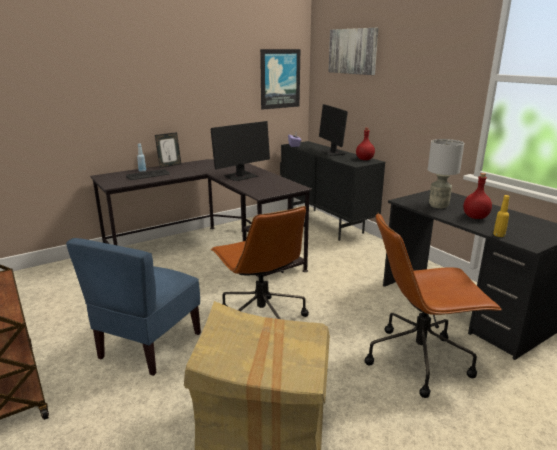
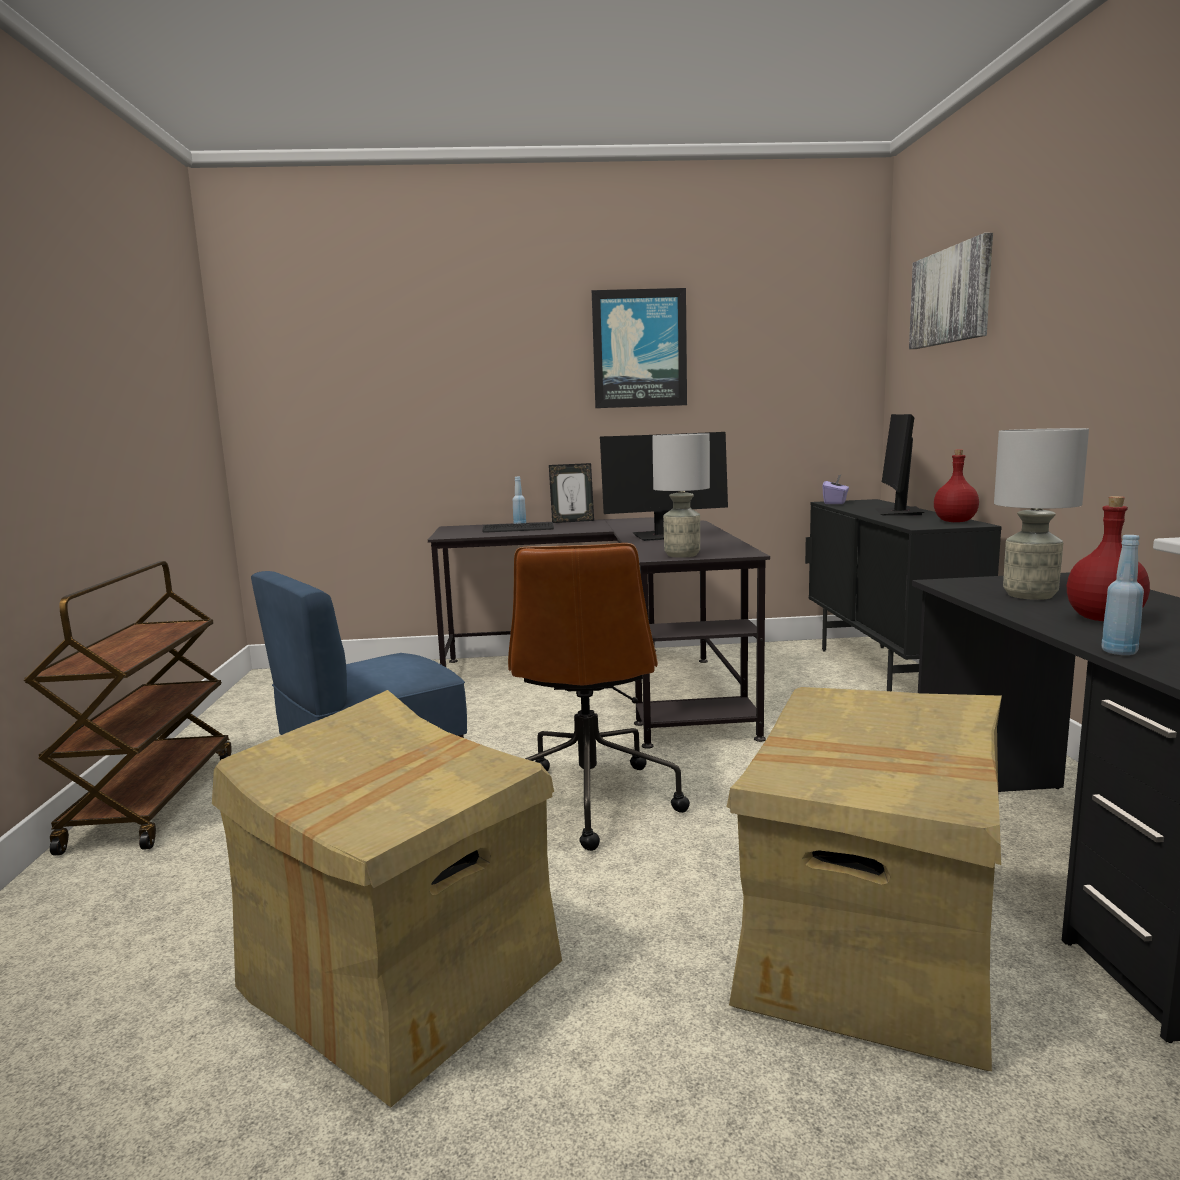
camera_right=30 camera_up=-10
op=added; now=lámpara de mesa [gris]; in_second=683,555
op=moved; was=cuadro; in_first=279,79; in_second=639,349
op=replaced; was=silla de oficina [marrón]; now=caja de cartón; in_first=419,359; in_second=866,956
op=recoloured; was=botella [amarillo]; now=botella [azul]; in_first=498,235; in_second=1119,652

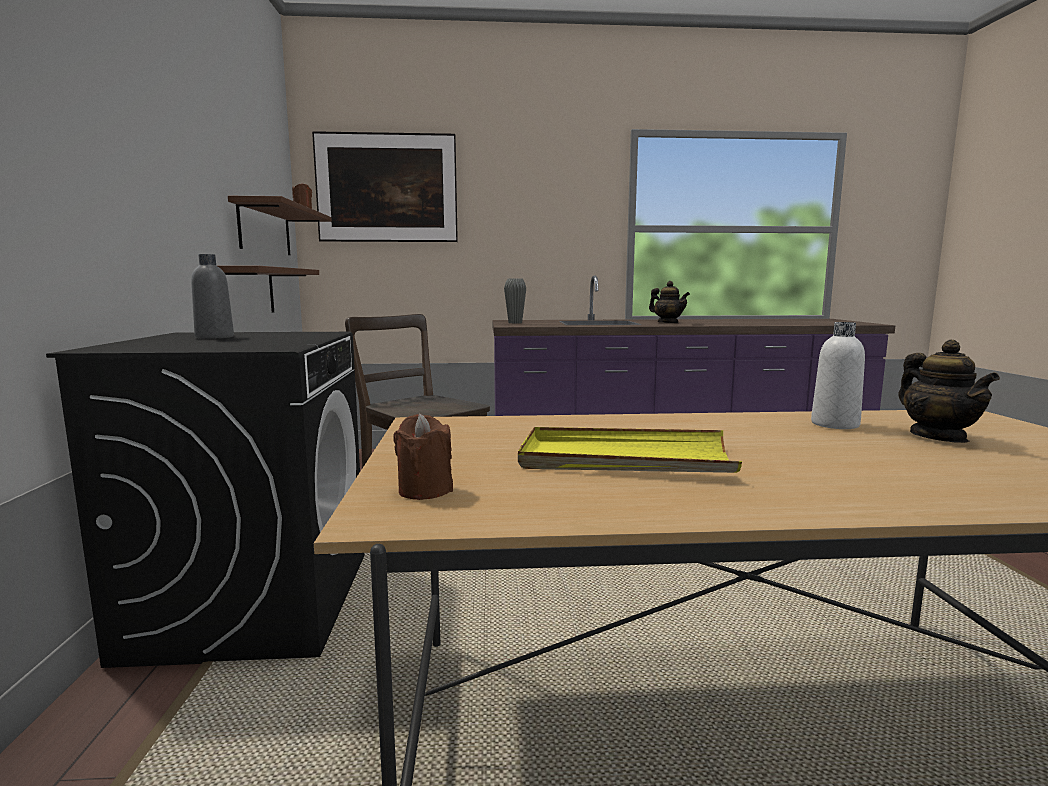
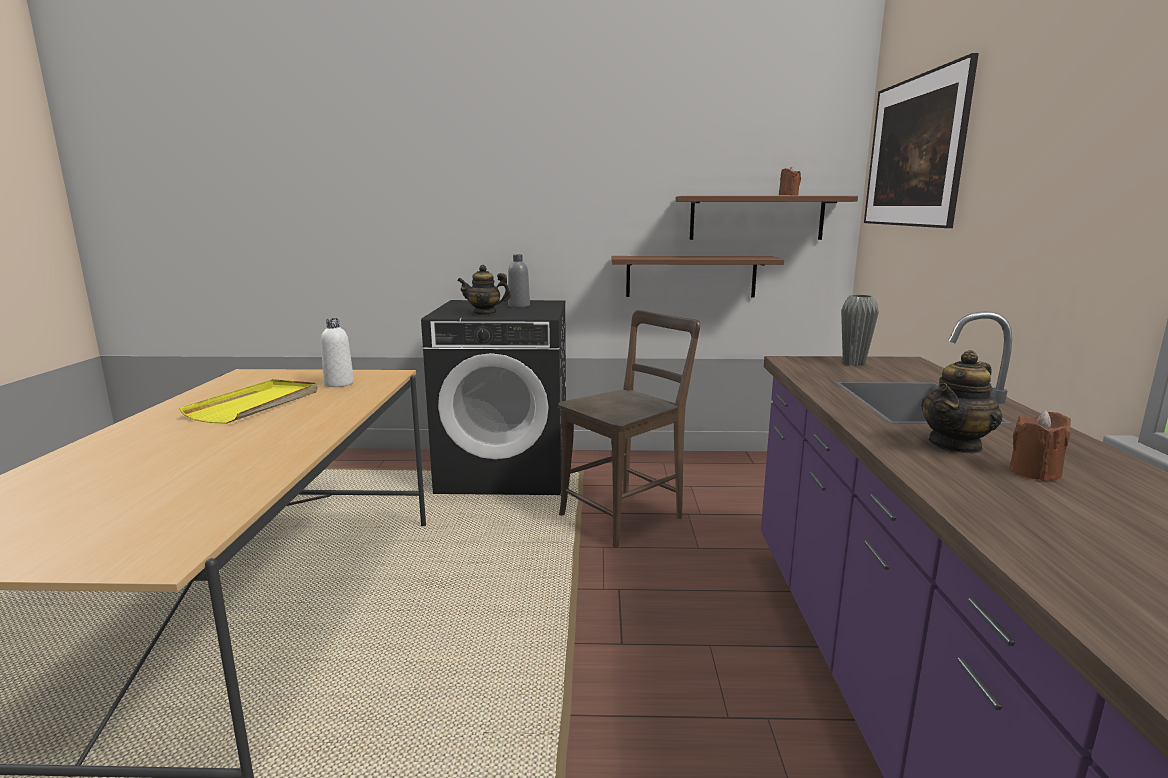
camera_right=95 camera_up=5
op=moved; was=vela [marrón]; in_first=425,490; in_second=1034,472
op=moved; was=botella [blanco]; in_first=835,424; in_second=339,384
op=moved; was=tetera; in_first=938,437; in_second=485,313

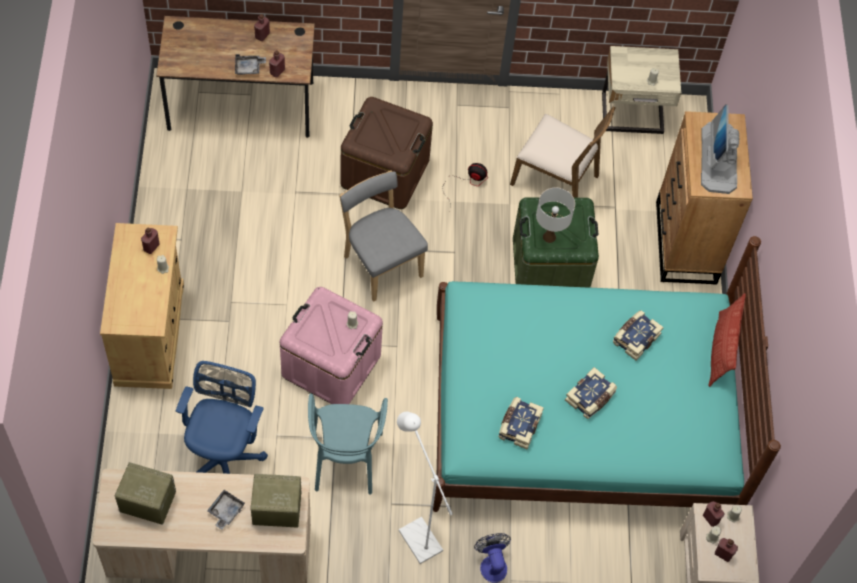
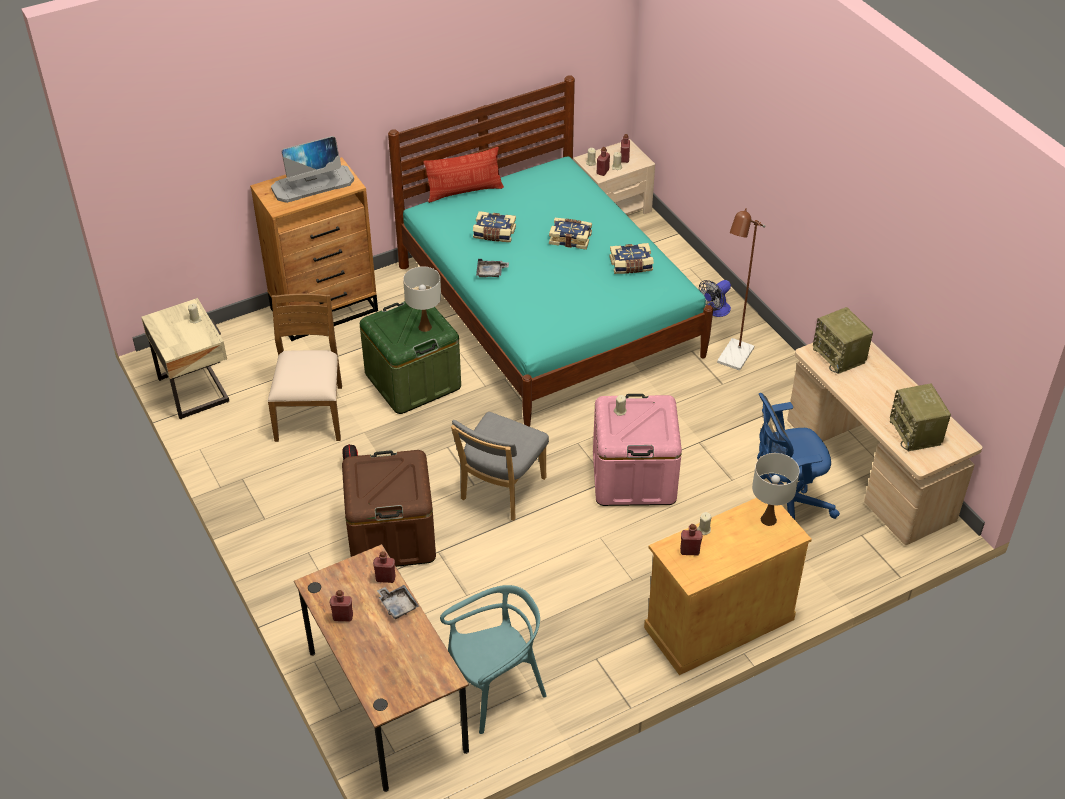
camera_right=-115 camera_up=-15
op=added; now=lámpara de mesa [blanco]; in_second=768,519
op=moved; was=bandeja [gris]; in_first=225,511; in_second=491,272
op=moved; was=silla [turquesa]; in_first=345,460; in_second=495,688
op=recoloured; was=lámpara de pie [blanco]; now=lámpara de pie [marrón]; in_first=415,533; in_second=732,360

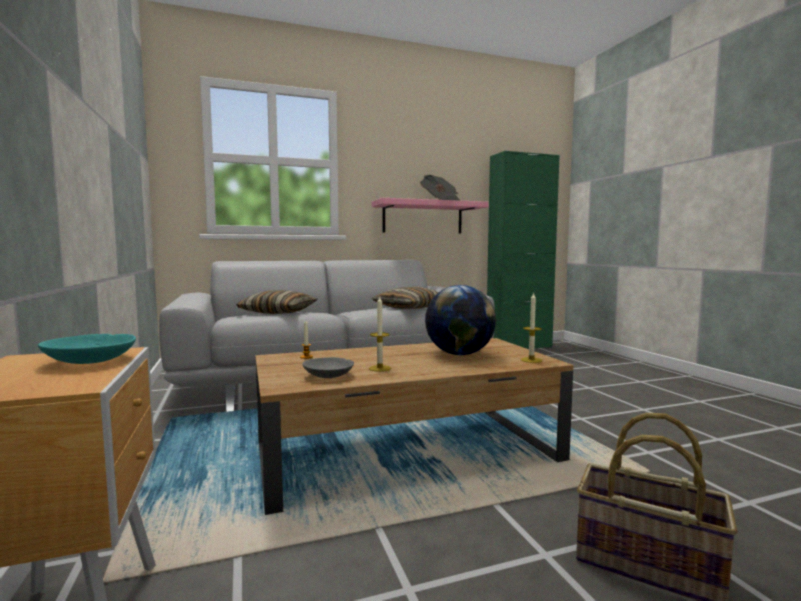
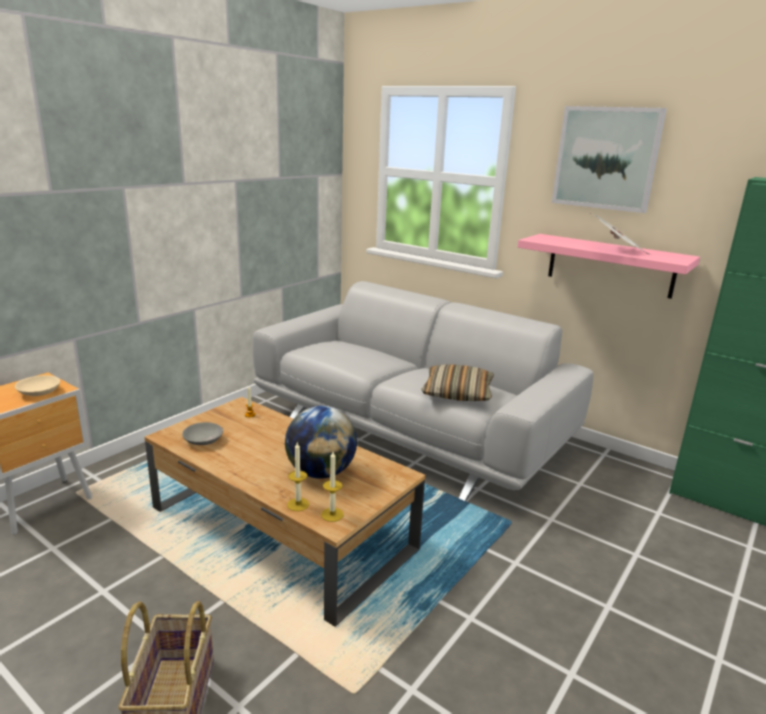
camera_right=55 camera_up=15
op=removed; was=cojín; in_first=278,312
op=added; now=cuadro; in_second=606,158
op=moved; was=vela; in_first=380,368; in_second=298,504
op=recoloured; was=cuenco [turquesa]; now=cuenco [beis]; in_first=92,360; in_second=40,392

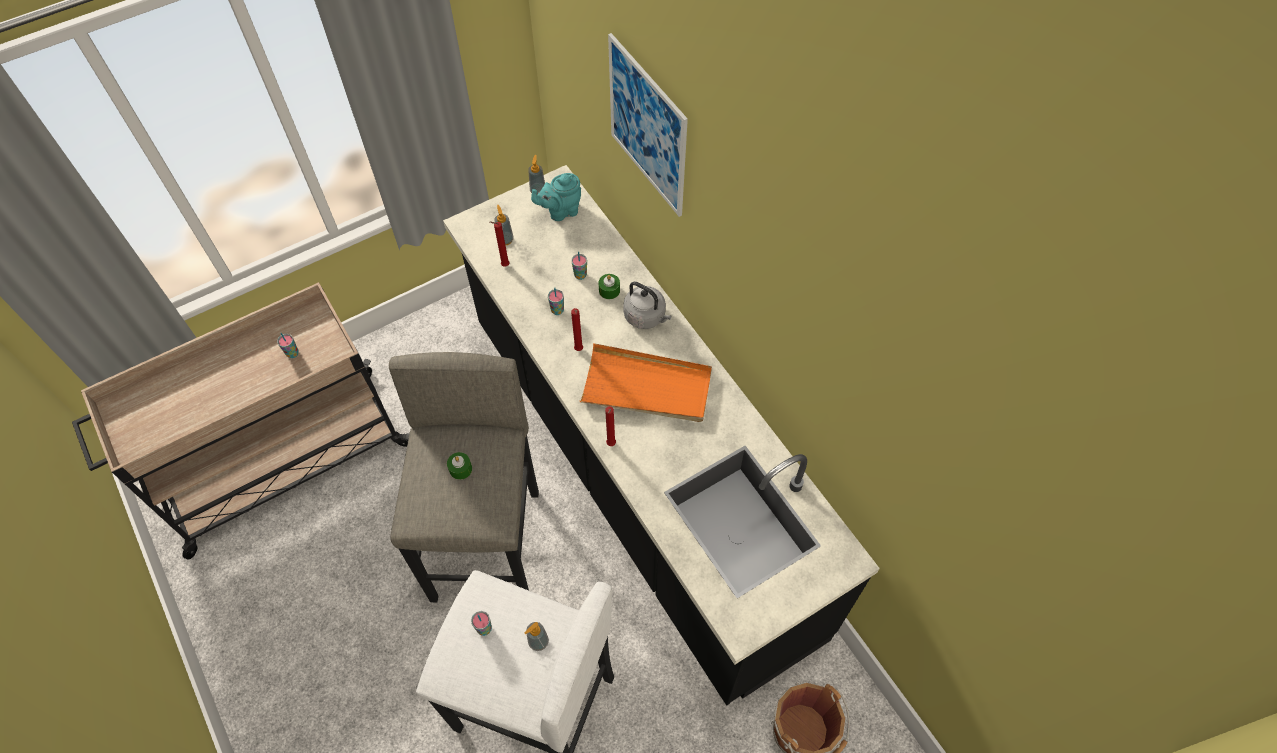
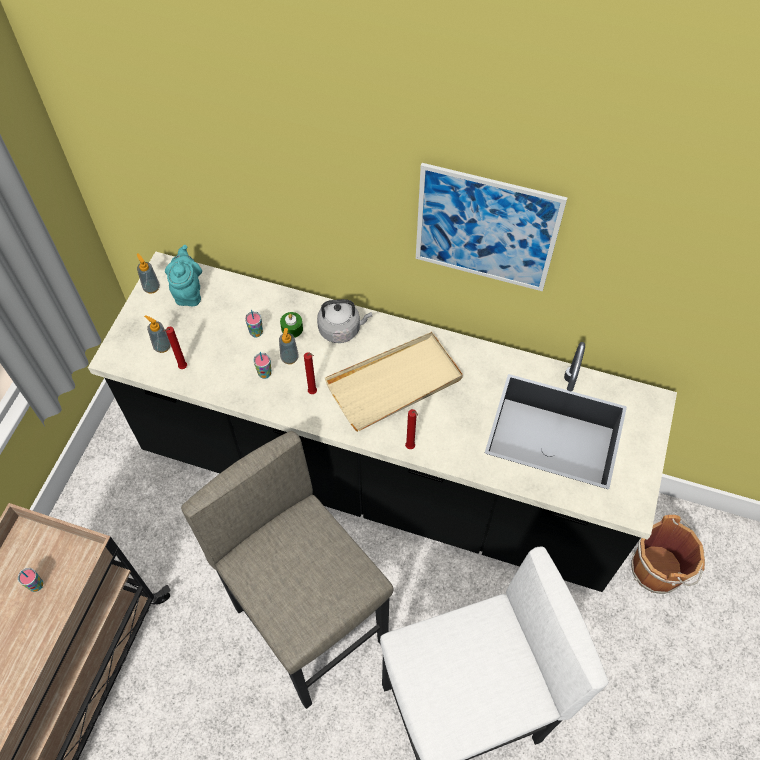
camera_right=-40 camera_up=0
op=removed; was=vela [verde]; in_first=460,469
op=removed; was=taza; in_first=484,628
op=moved; was=dispensador de jabón; in_first=538,641; in_second=289,358
op=moved; was=cuadro; in_first=647,126; in_second=485,229
op=recoloured; was=bandeja [naranja]; now=bandeja [beis]; in_first=647,387; in_second=395,383
op=turned; was=tetera [turquesa]; in_first=560,211; in_second=188,292; clockwise=150

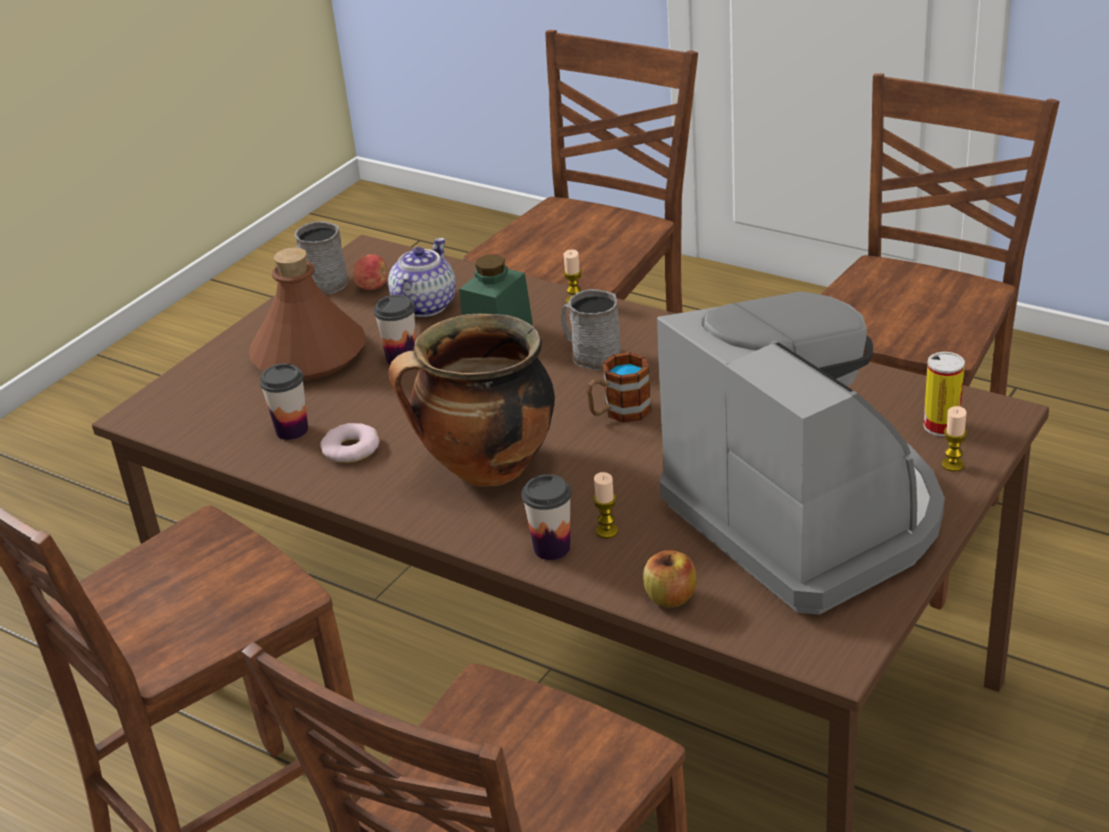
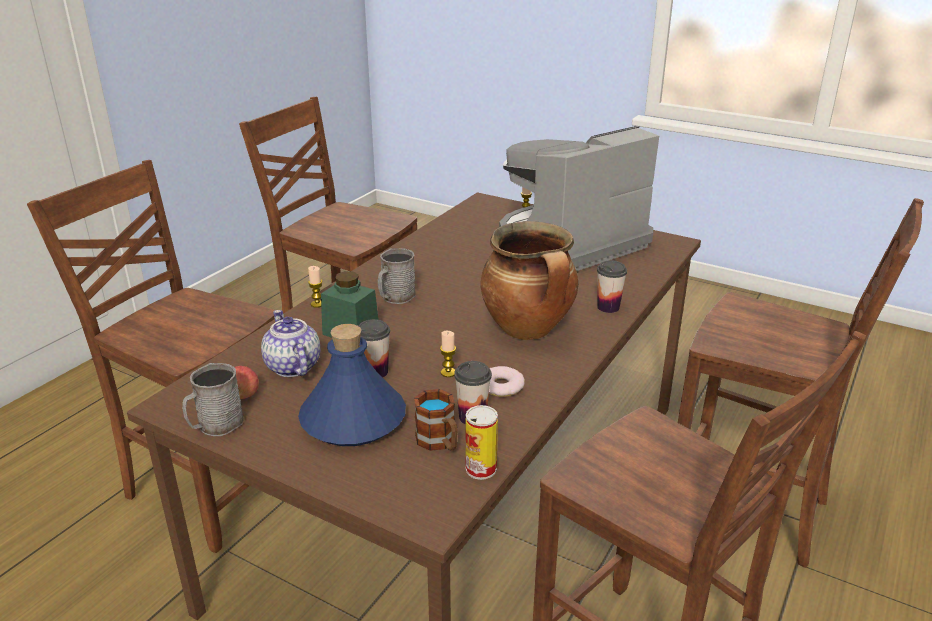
camera_right=-95 camera_up=-5
op=removed; was=manzana; in_first=670,597
op=moved; was=taza grande; in_first=619,412; in_second=439,442
op=moved; was=vela; in_first=607,531; in_second=448,373
op=moved; was=lata; in_first=941,426; in_second=481,469
op=recoloured; was=botella [marrón]; now=botella [azul]; in_first=308,355; in_second=353,420
op=turned; was=tetera; in_first=424,305; in_second=292,366; clockwise=45

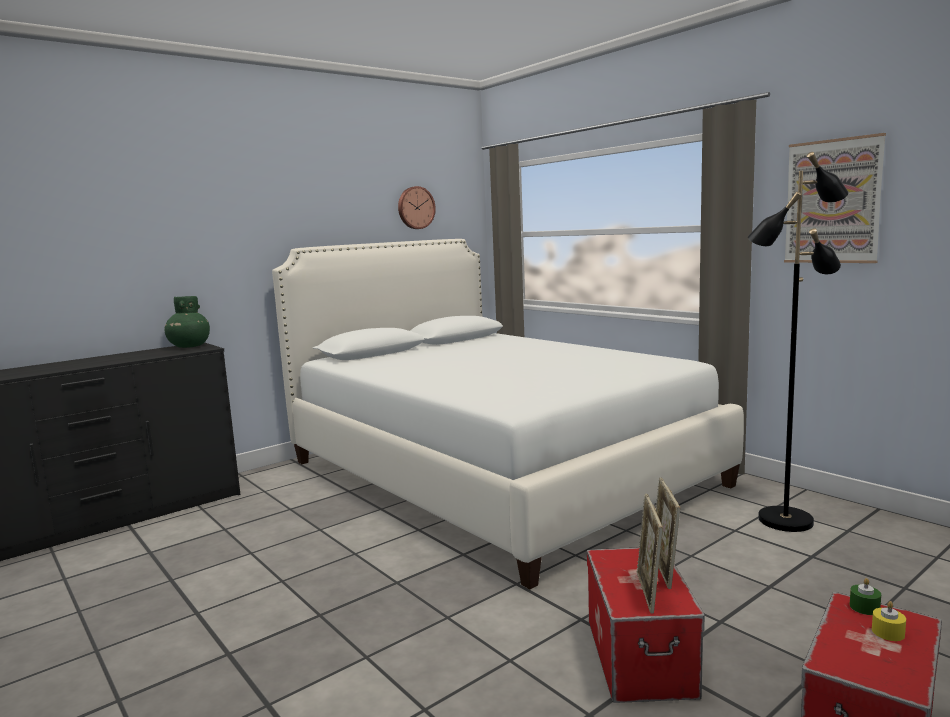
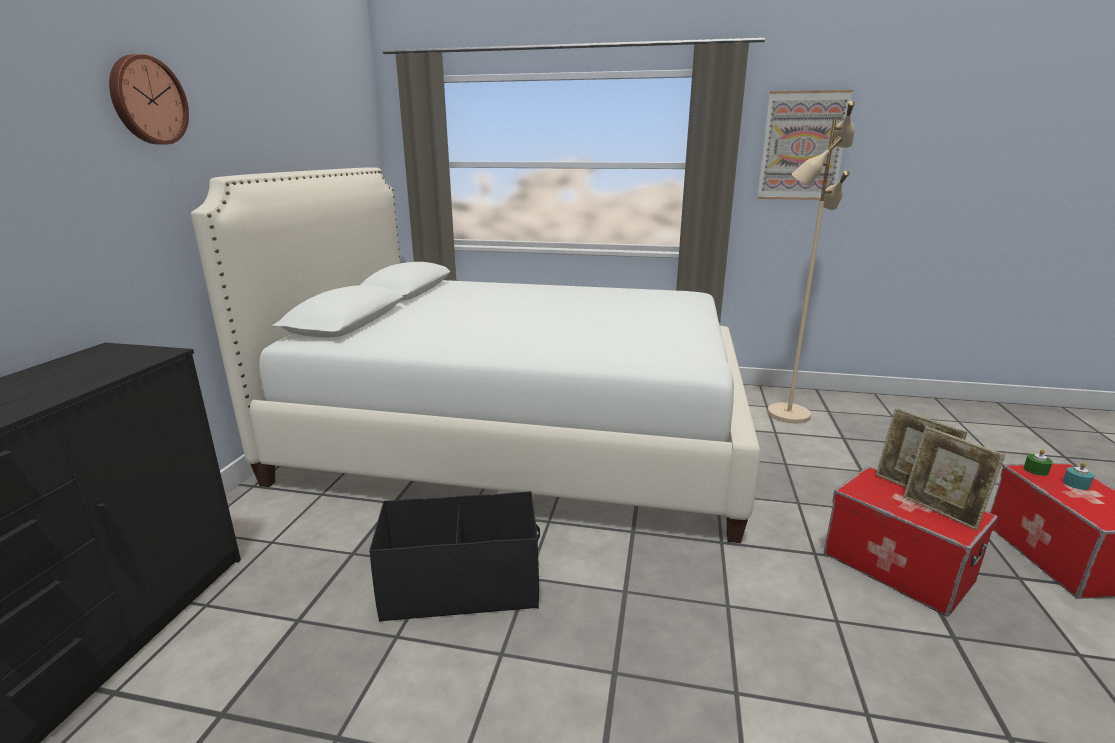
camera_right=-40 camera_up=10
op=removed; was=florero [verde]; in_first=189,346
op=added; now=caja de almacenaje [negro]; in_second=461,585
op=moved; was=reloj de pared; in_first=415,208; in_second=147,100
op=recoloured; was=lámpara de pie [negro]; now=lámpara de pie [beis]; in_first=785,520; in_second=787,414
op=recoloured; was=vela [amarillo]; now=vela [turquesa]; in_first=888,632; in_second=1076,484

